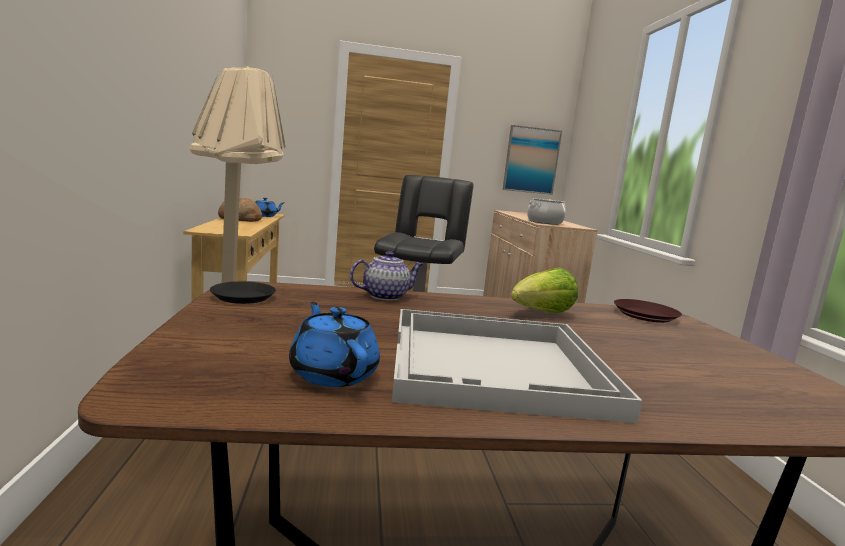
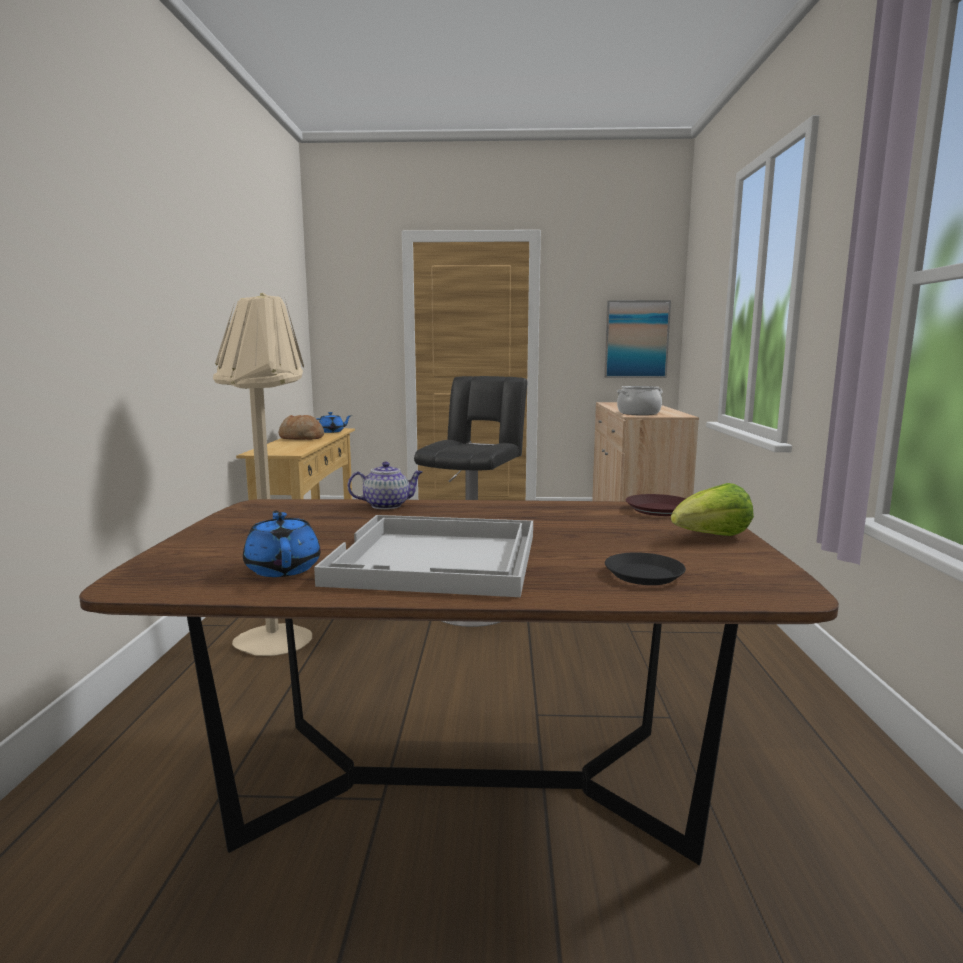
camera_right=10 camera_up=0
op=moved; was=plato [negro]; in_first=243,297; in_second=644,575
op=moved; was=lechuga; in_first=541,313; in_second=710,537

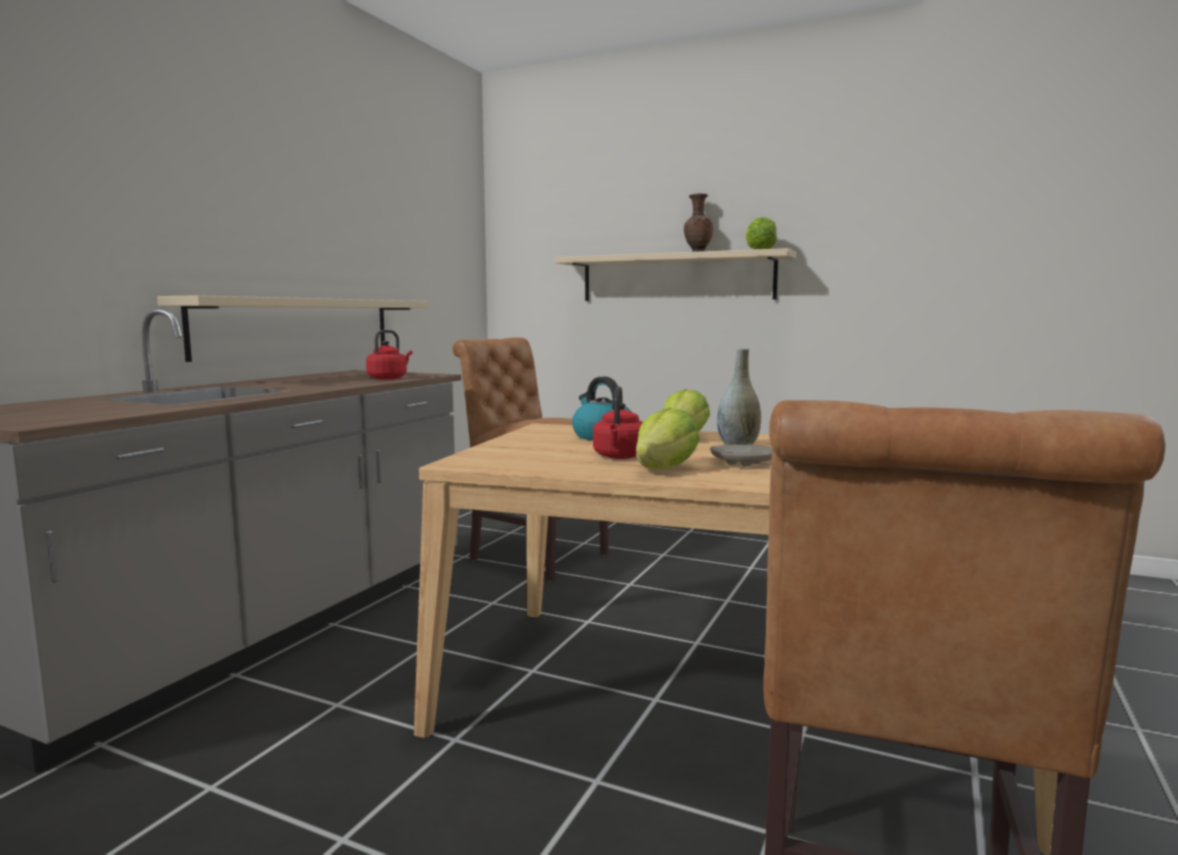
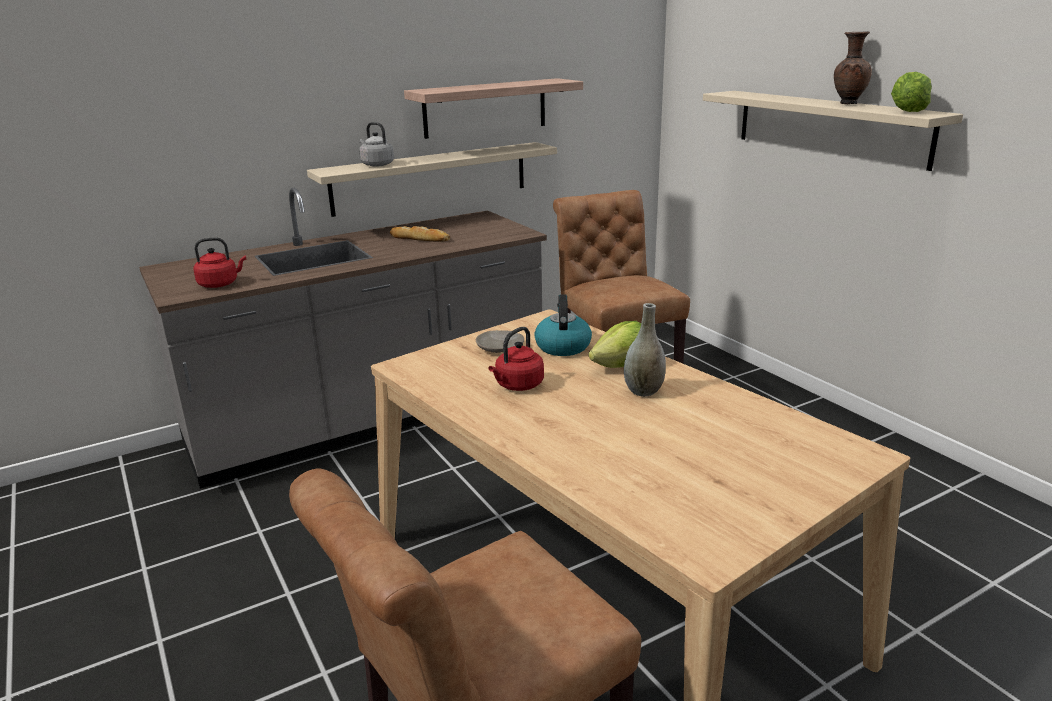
camera_right=35 camera_up=15
op=removed; was=lechuga; in_first=665,469
op=added; now=hervidor [gris]; in_second=376,164
op=added; now=pan; in_second=419,239
op=added; now=estante; in_second=485,108
op=moved; was=hervidor [rojo]; in_first=389,378; in_second=220,284
op=moved; was=plato [beis]; in_first=743,463; in_second=500,348

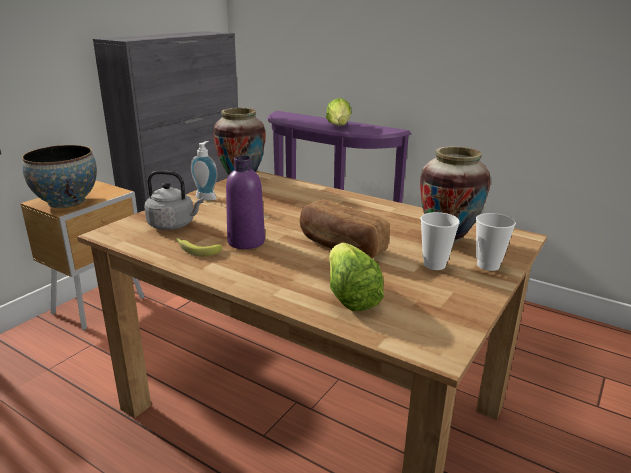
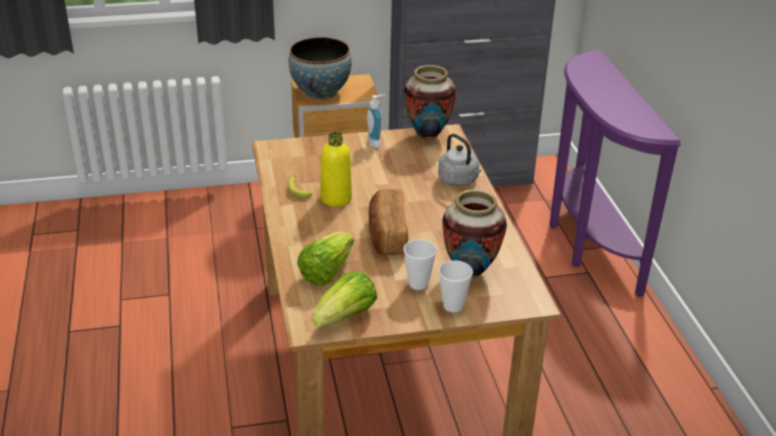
camera_right=45 camera_up=10
op=moved; was=hervidor [gris]; in_first=174,225; in_second=459,180
op=moved; was=lechuga; in_first=339,127; in_second=346,316
op=recoloured; was=botella [morado]; now=botella [amarillo]; in_first=246,242; in_second=336,198

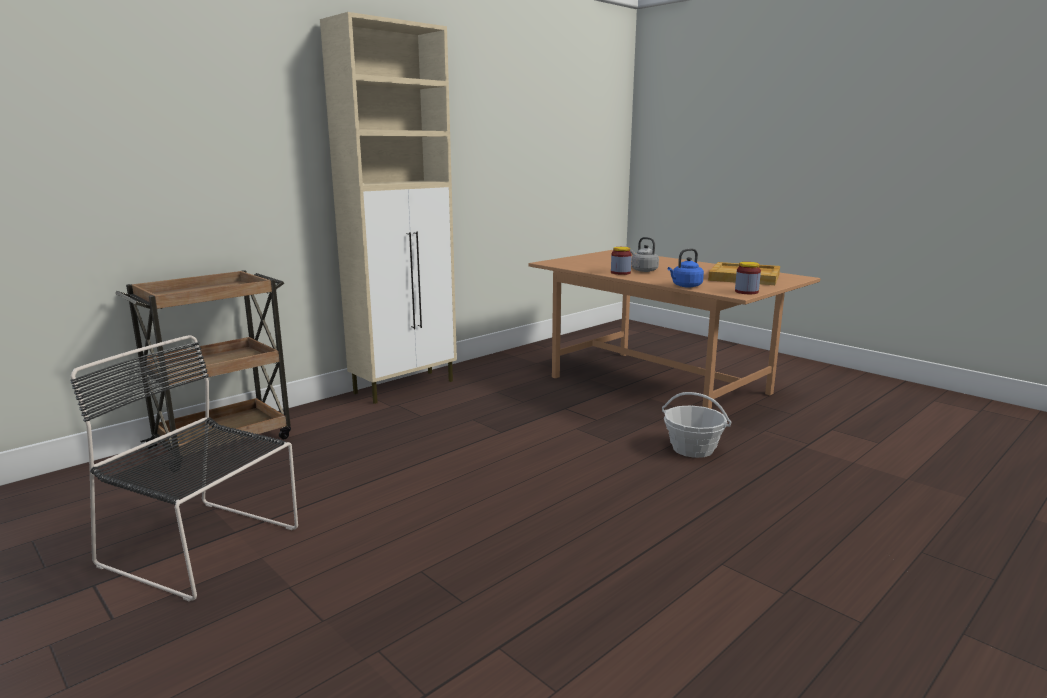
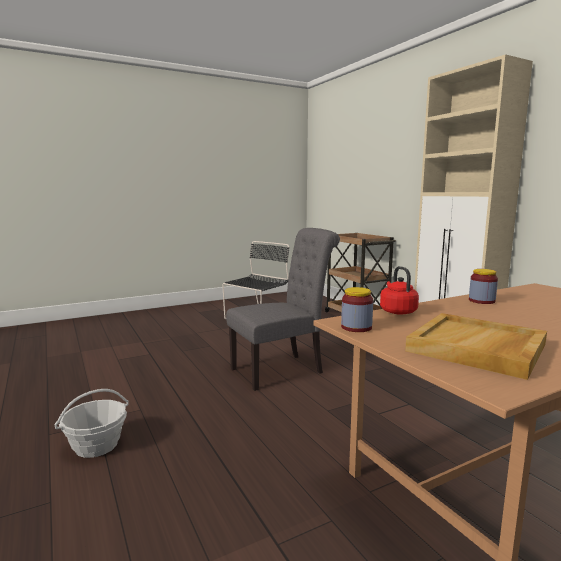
camera_right=105 camera_up=-5
op=removed; was=hervidor [gris]; in_first=643,270
op=added; now=silla [gris]; in_second=282,370
op=moved; was=cesta; in_first=692,449; in_second=96,445
op=recoloured; was=hervidor [azul]; now=hervidor [rojo]; in_first=685,286; in_second=397,311

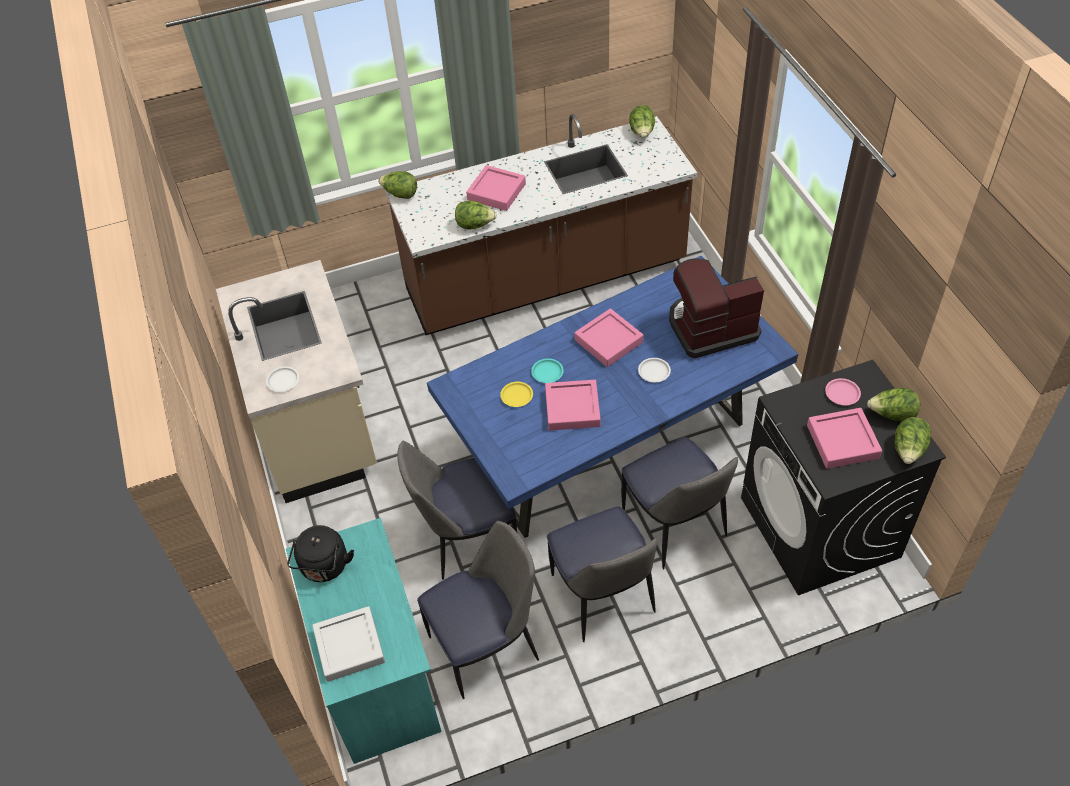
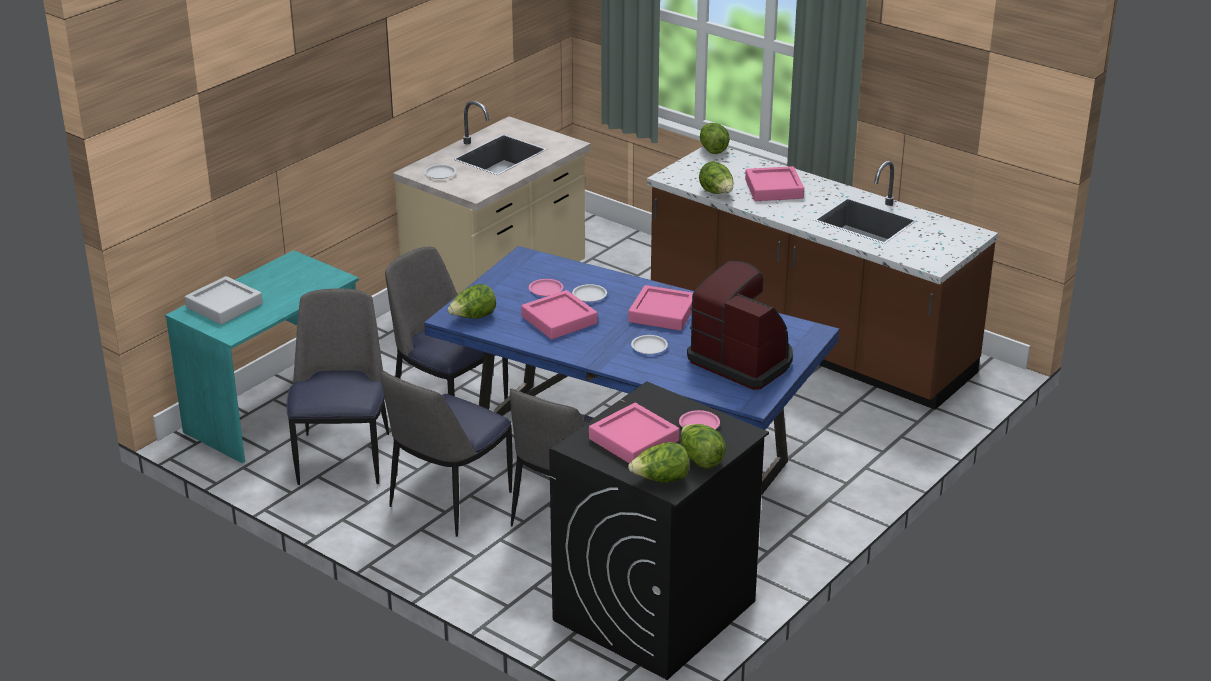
camera_right=55 camera_up=-20
op=removed; was=hervidor [negro]; in_first=324,568
op=moved; was=lechuga; in_first=642,133; in_second=473,318
op=recoloured; was=plato [amarillo]; now=plato [rosa]; in_first=516,396; in_second=546,290
op=recoloured; was=plato [turquesa]; now=plato [blanco]; in_first=547,372; in_second=589,295
op=turned; was=silla; in_first=486,646; in_second=344,456; clockwise=-120

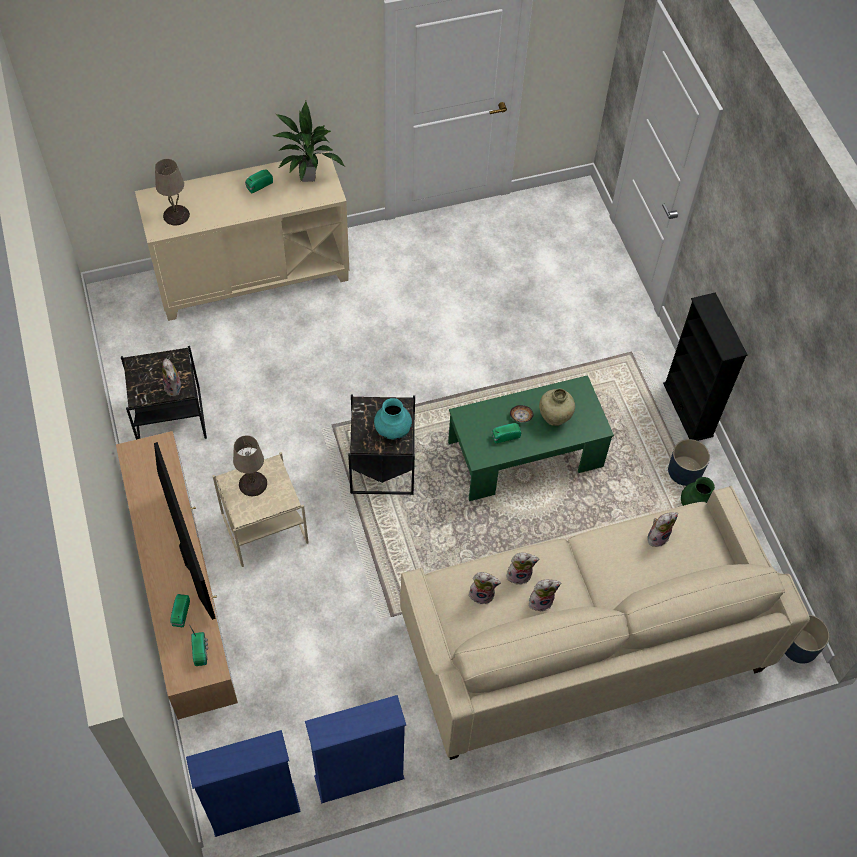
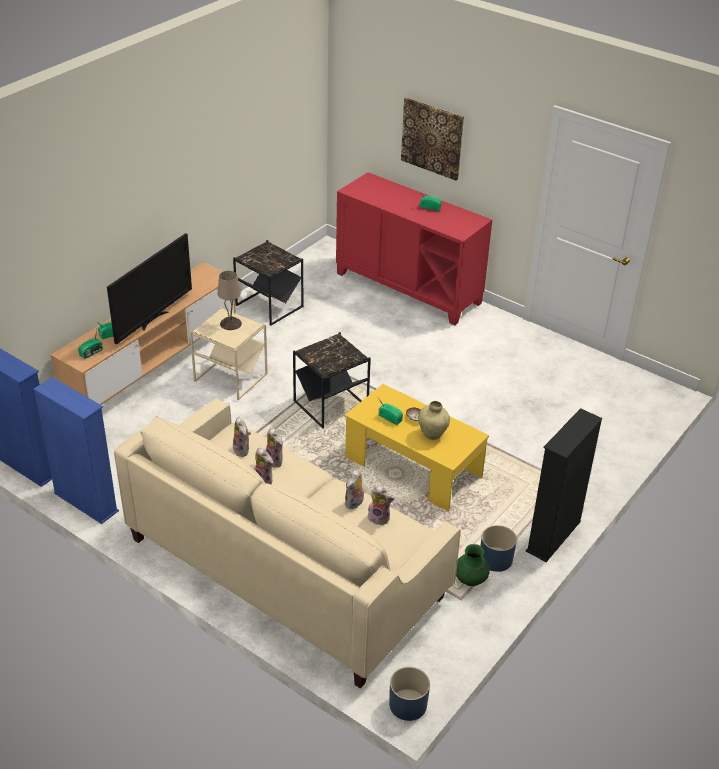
camera_right=55 camera_up=-20
op=removed; was=lámpara de mesa [beis]; in_first=176,215
op=removed; was=planta en maceta; in_first=308,177
op=removed; was=florero [turquesa]; in_first=393,430
op=added; now=cuadro; in_second=432,138
op=moved; was=peluche; in_first=174,387; in_second=354,504
op=recoloured; was=armario [beis]; now=armario [rojo]; in_first=252,276; in_second=408,288
op=recoloured; was=mesa de centro [verde]; now=mesa de centro [amarillo]; in_first=525,454; in_second=413,467

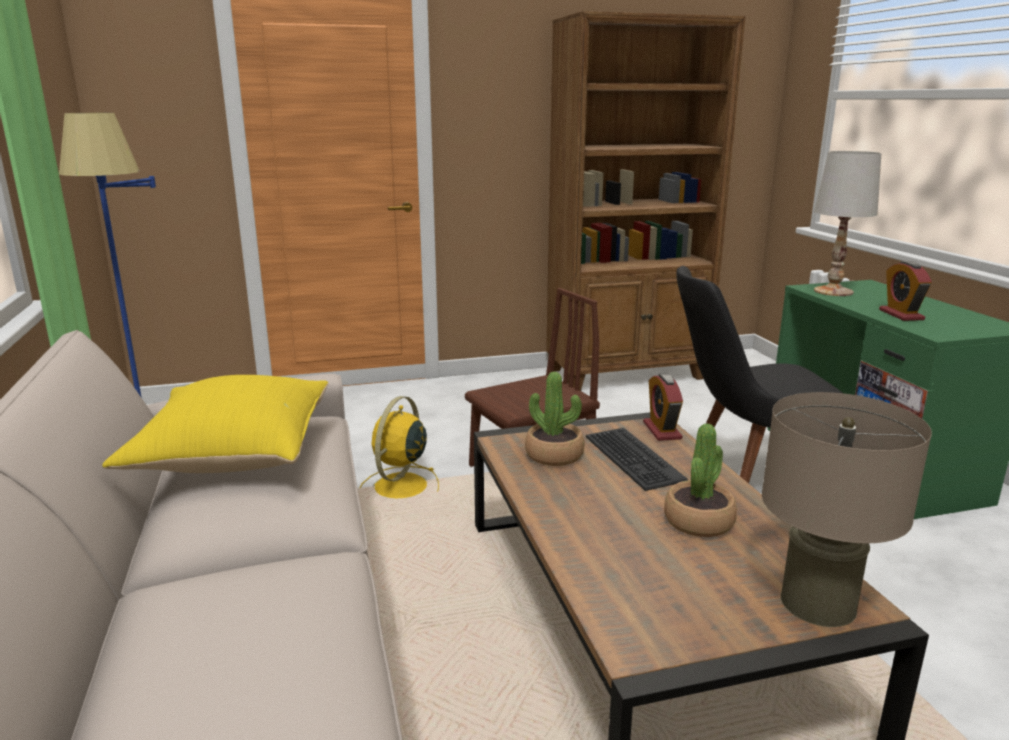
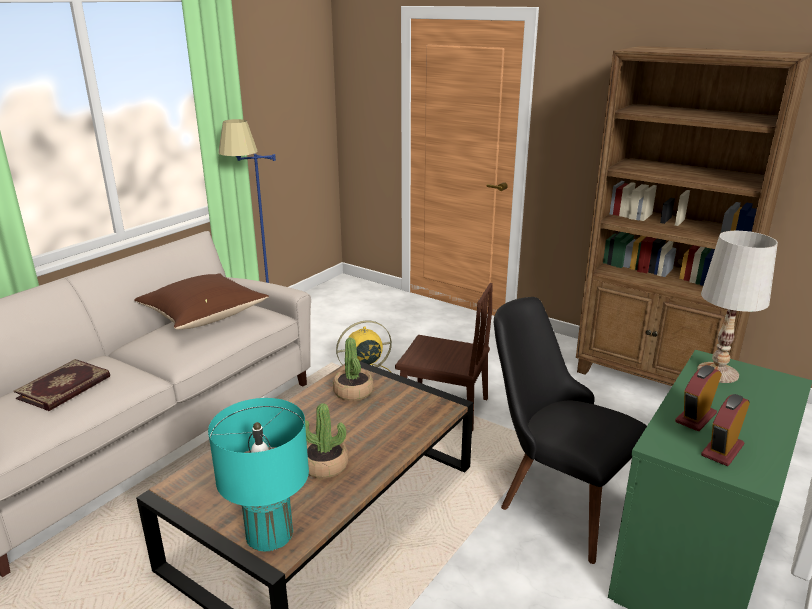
camera_right=50 camera_up=5
op=removed; was=teclado; in_first=632,458
op=added; now=libro; in_second=65,388
op=moved; was=despertador; in_first=662,430; in_second=722,450
op=recoloured; was=cojín [amarillo]; now=cojín [marrón]; in_first=234,455; in_second=204,317
op=recoloured; was=lámpara de mesa [beis]; now=lámpara de mesa [turquesa]; in_first=817,603; in_second=269,533

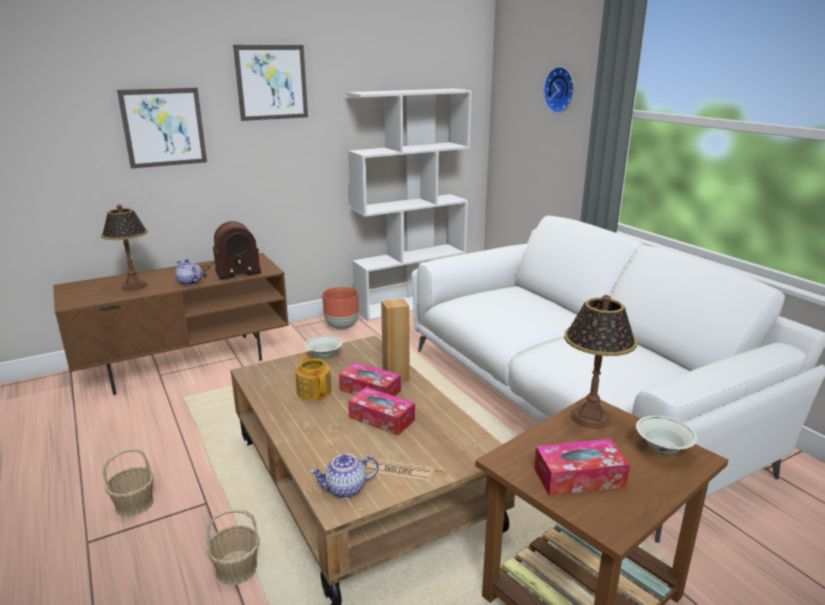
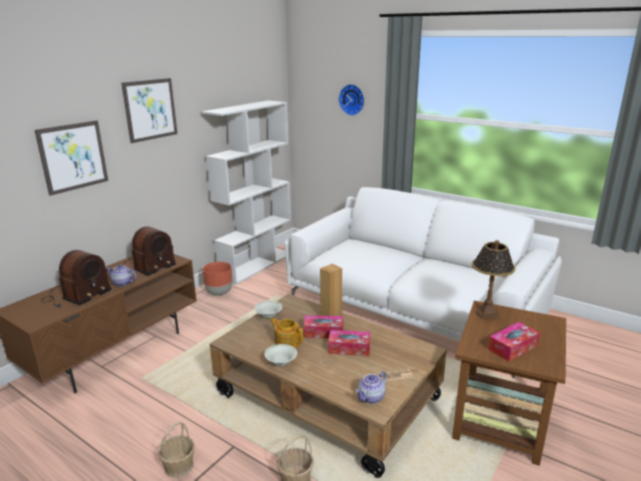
camera_right=-25 camera_up=0
op=moved; was=cuenco [blanco]; in_first=662,450; in_second=281,363
op=replaced; was=lámpara de mesa; now=radio; in_first=134,285; in_second=75,295

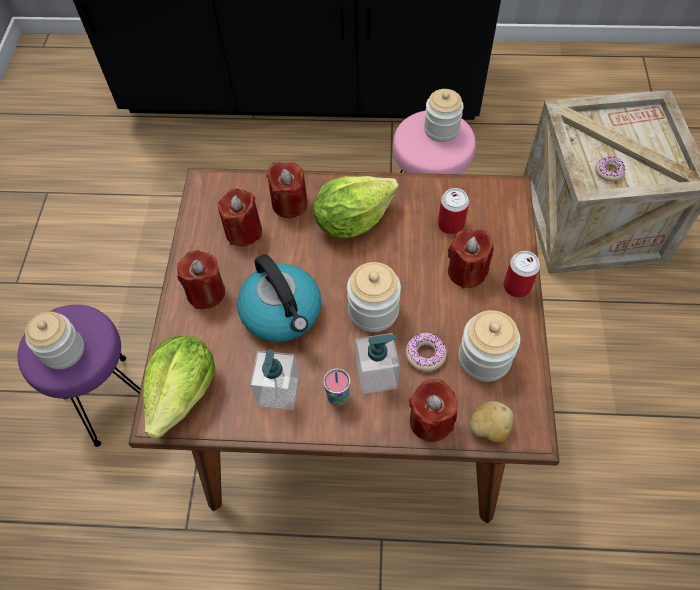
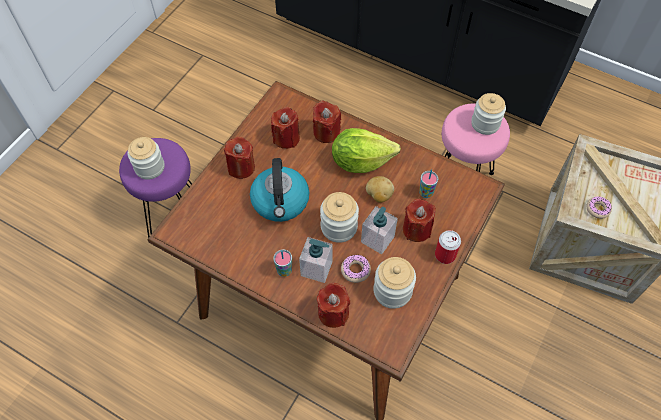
camera_right=25 camera_up=0
op=removed; was=lechuga; in_first=185,393
op=moved; was=dispensador de jabón; in_first=278,392; in_second=377,239
op=moved; was=patata; in_first=489,428; in_second=379,195
op=replaced; was=lata; now=taza; in_first=451,224; in_second=426,193

